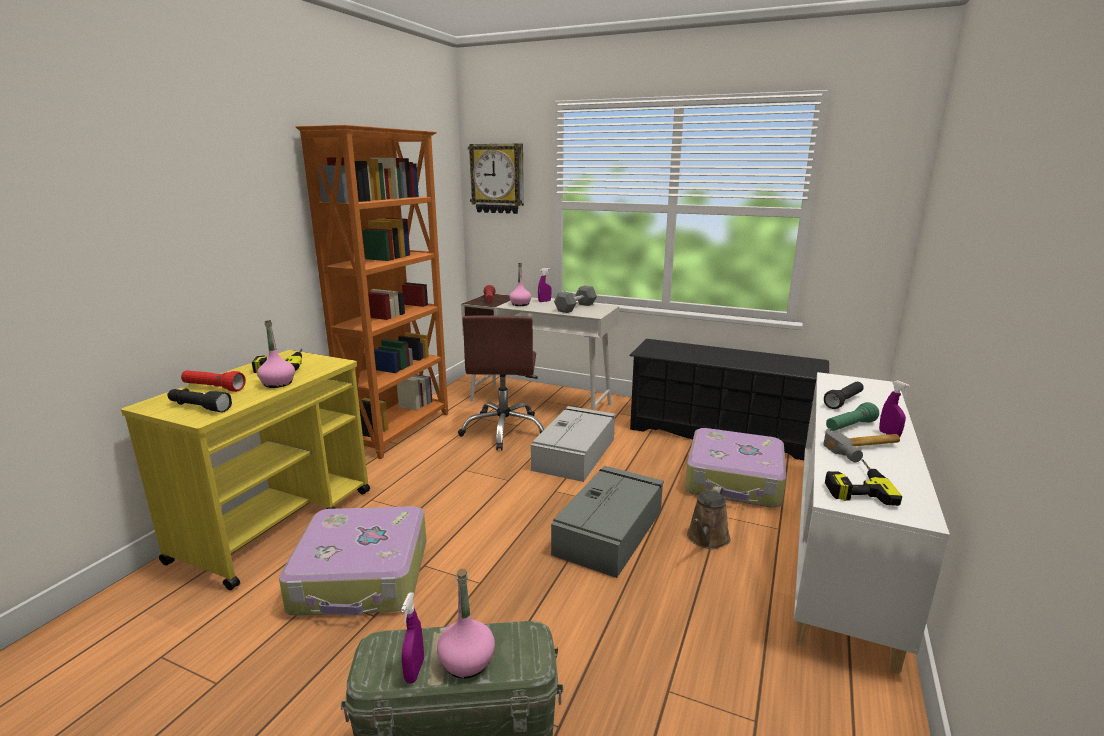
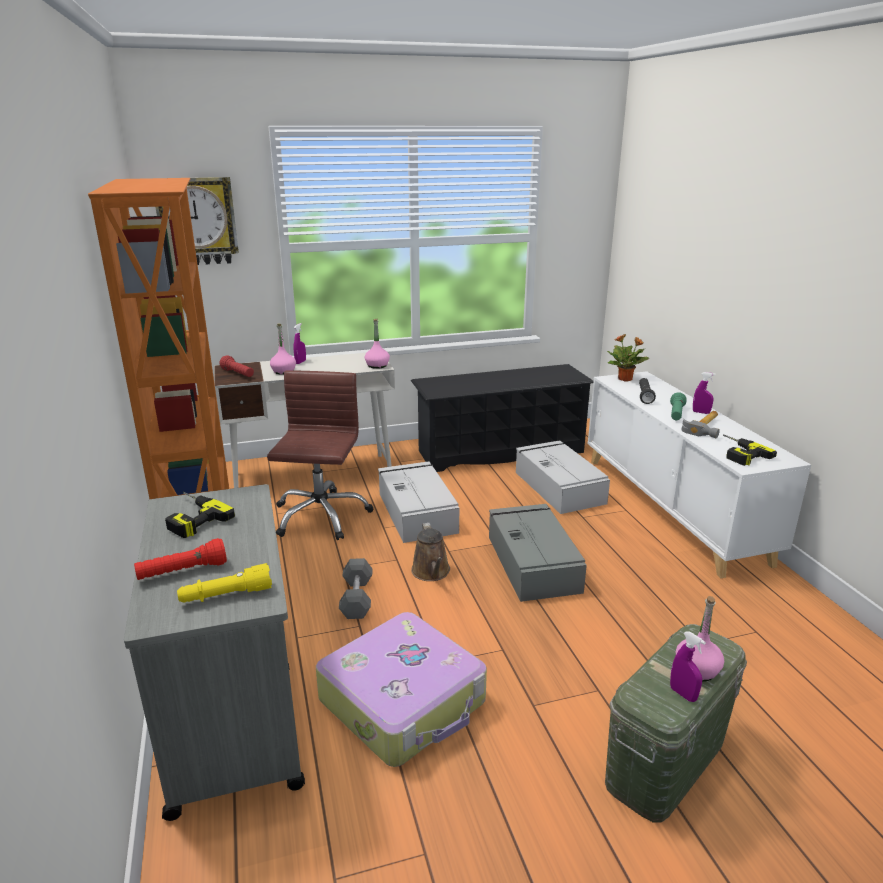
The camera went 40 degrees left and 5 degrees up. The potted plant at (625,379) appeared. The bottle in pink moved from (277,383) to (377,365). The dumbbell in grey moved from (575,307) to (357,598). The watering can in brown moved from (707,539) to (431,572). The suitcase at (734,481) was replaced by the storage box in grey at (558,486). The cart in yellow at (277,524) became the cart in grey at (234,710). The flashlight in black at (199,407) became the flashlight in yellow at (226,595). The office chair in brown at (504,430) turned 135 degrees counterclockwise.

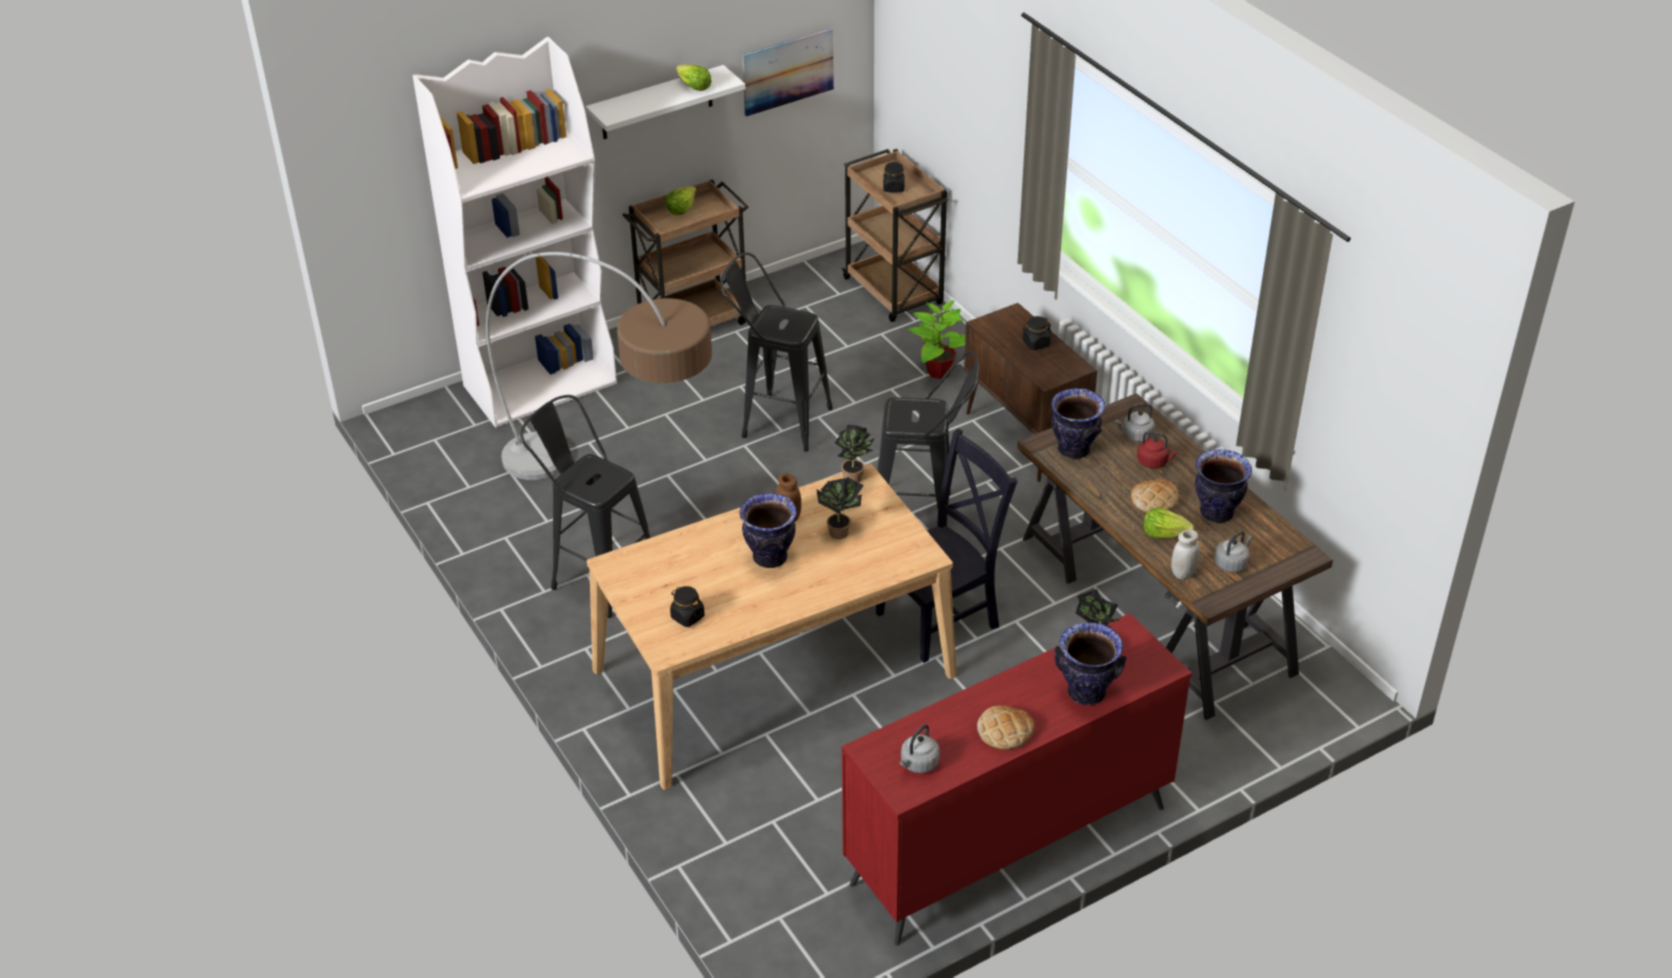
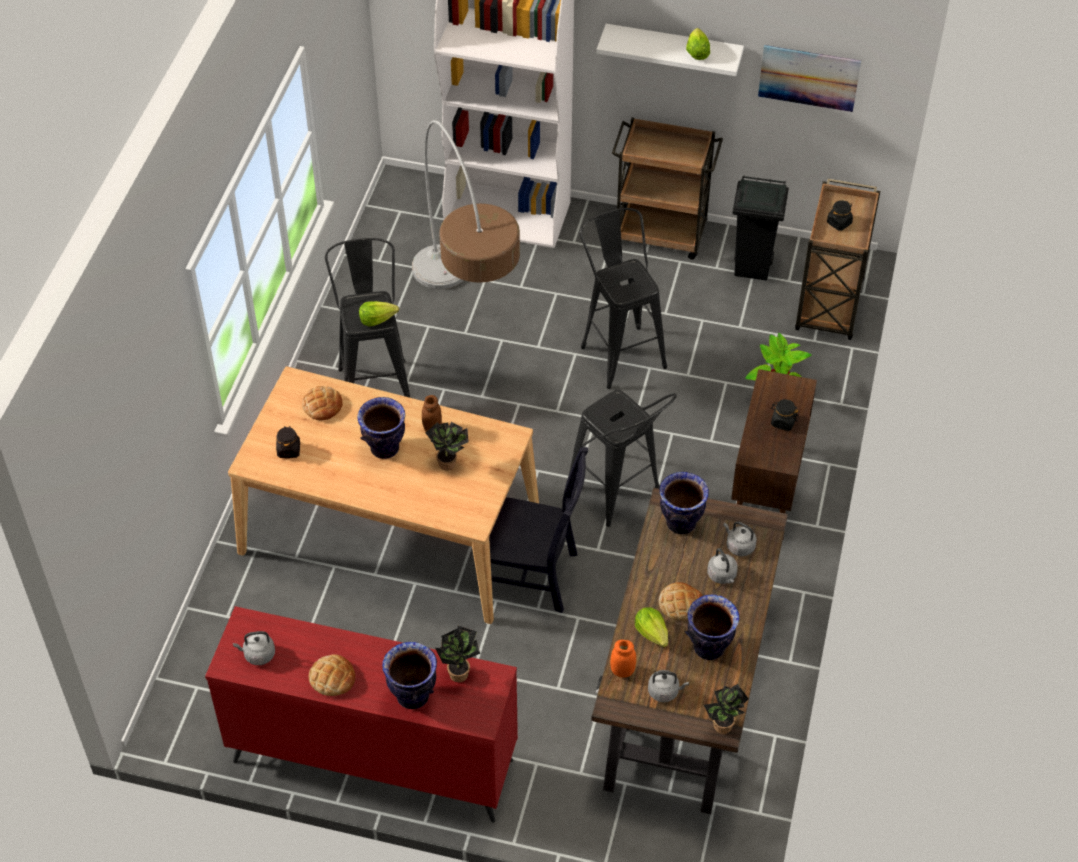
The camera went 45 degrees right and 10 degrees up. The bread at (322,406) appeared. The trash can in black at (753,268) appeared. The lettuce moved from (681,208) to (377,319). The potted plant moved from (855,479) to (723,728). The kettle in red at (1154,462) became the kettle in grey at (722,576). The jar in white at (1183,573) became the jar in orange at (622,671).

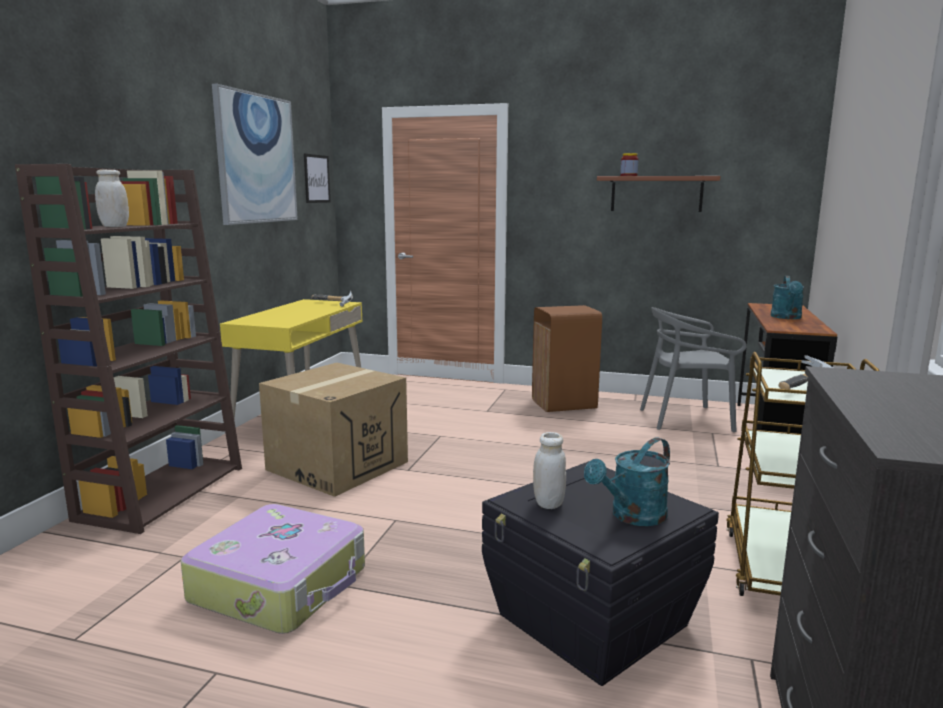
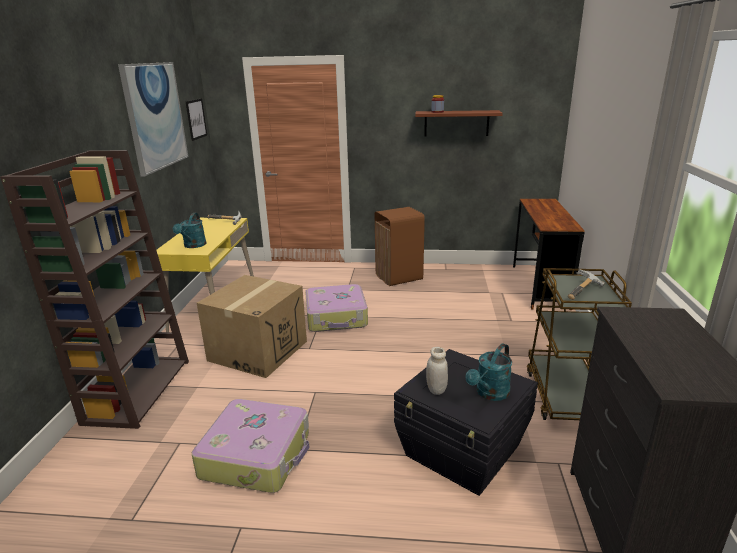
The camera went 10 degrees left and 10 degrees up. The jar in white at (115,226) disappeared. The chair in grey at (686,419) disappeared. The suitcase at (337,317) appeared. The watering can in turquoise moved from (787,317) to (193,246).

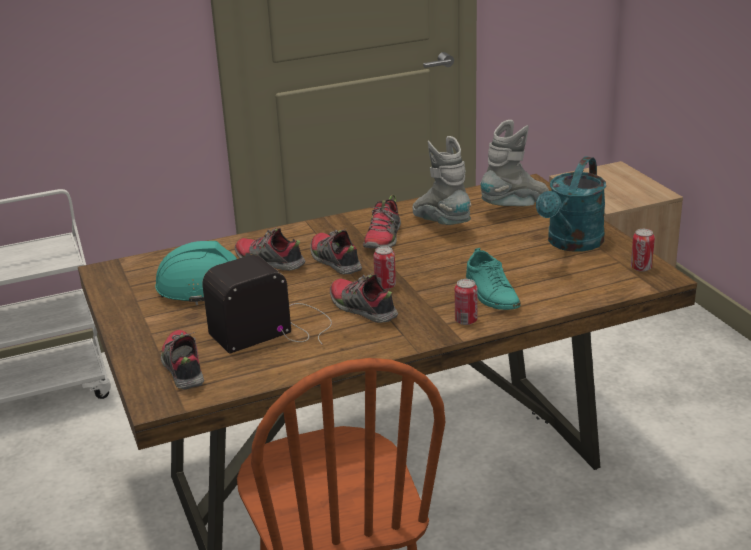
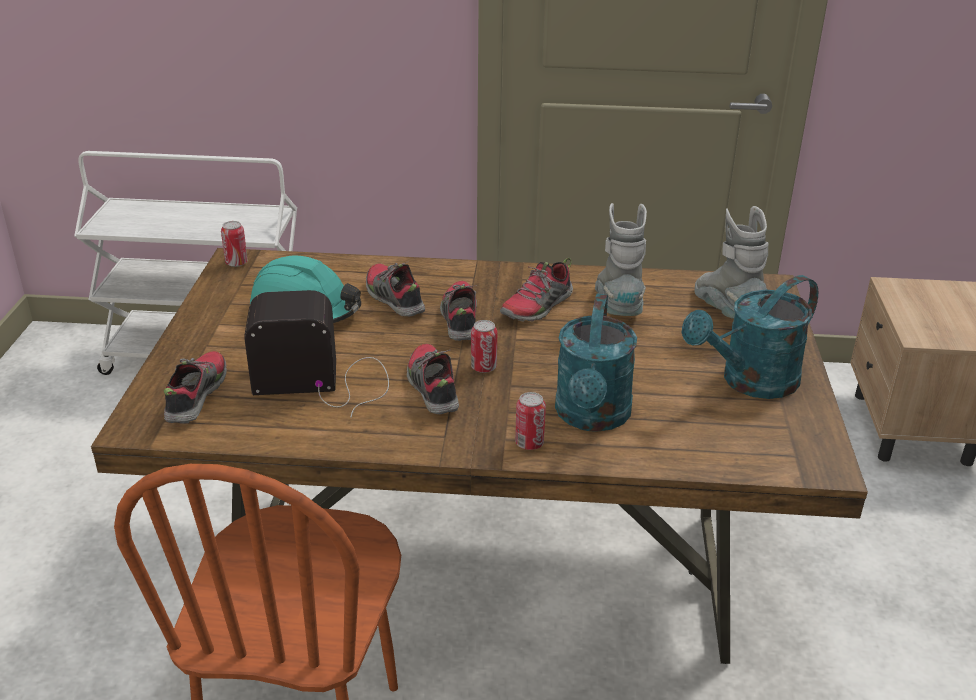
The camera went 25 degrees right and 5 degrees up. The can moved from (641,268) to (236,263). The shoe in turquoise at (491,293) was replaced by the watering can in turquoise at (592,417). The boot in grey at (516,207) turned 90 degrees counterclockwise.

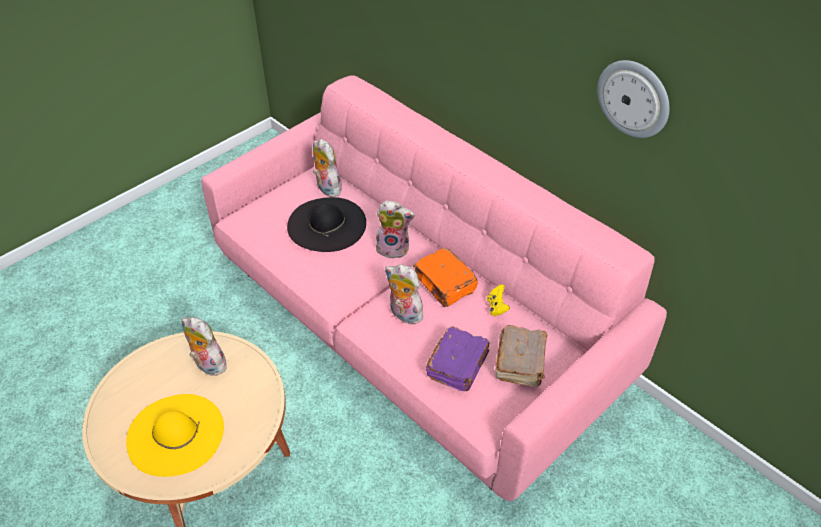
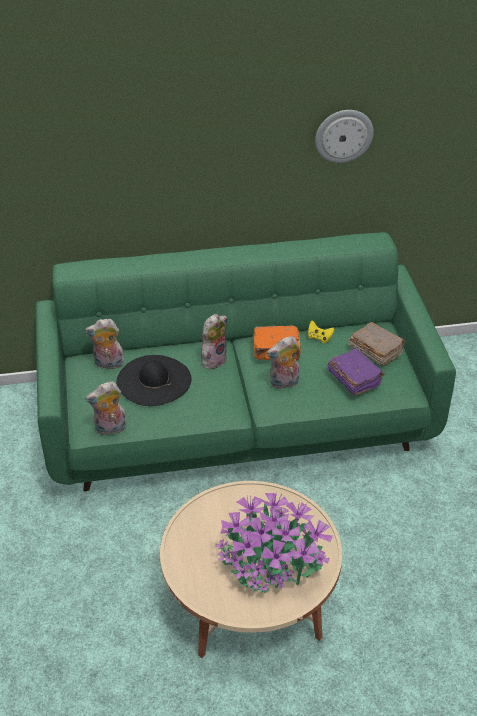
The camera went 55 degrees left and 5 degrees down. The plush toy moved from (207,365) to (110,429). The hat in yellow at (175,434) was replaced by the potted plant at (271,565). The sofa in pink at (411,328) became the sofa in green at (238,420).

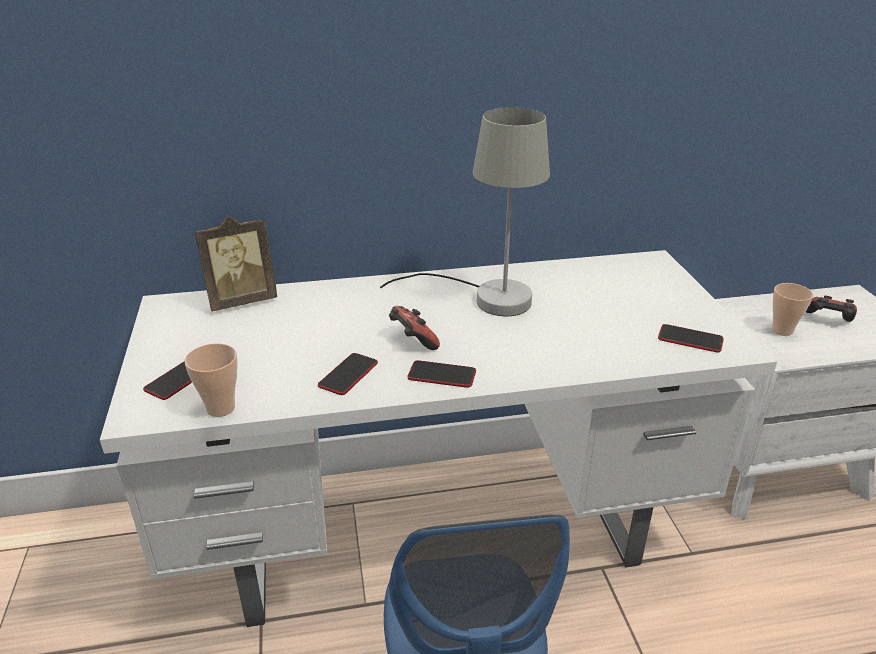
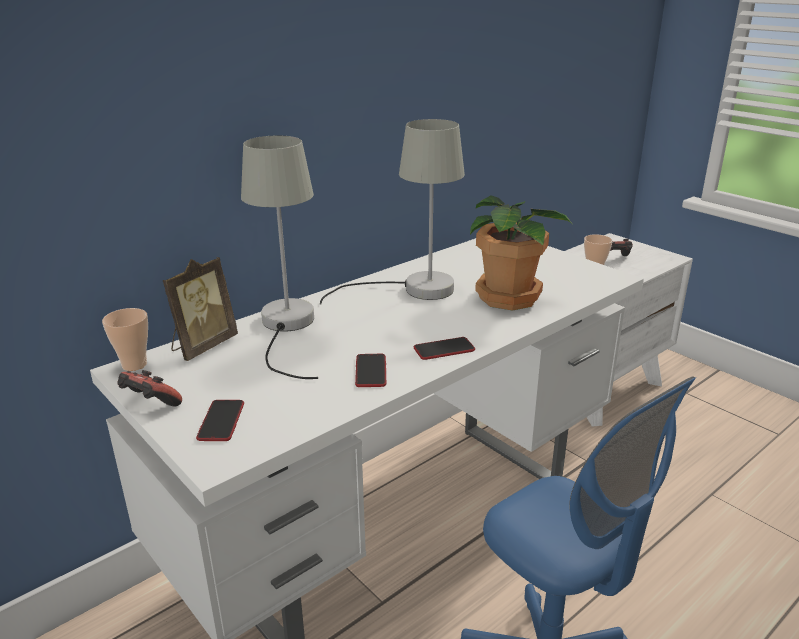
The camera went 30 degrees left and 5 degrees down. The phone at (690,339) disappeared. The table lamp in grey at (287,327) appeared. The potted plant at (509,296) appeared. The cup moved from (220,408) to (134,365). The game controller moved from (412,341) to (150,404).

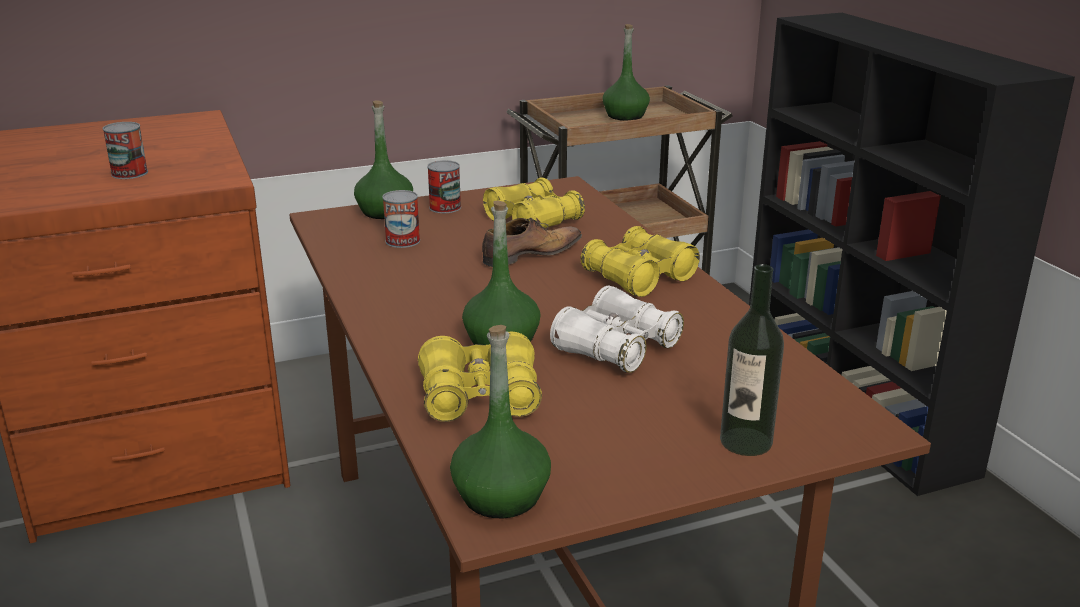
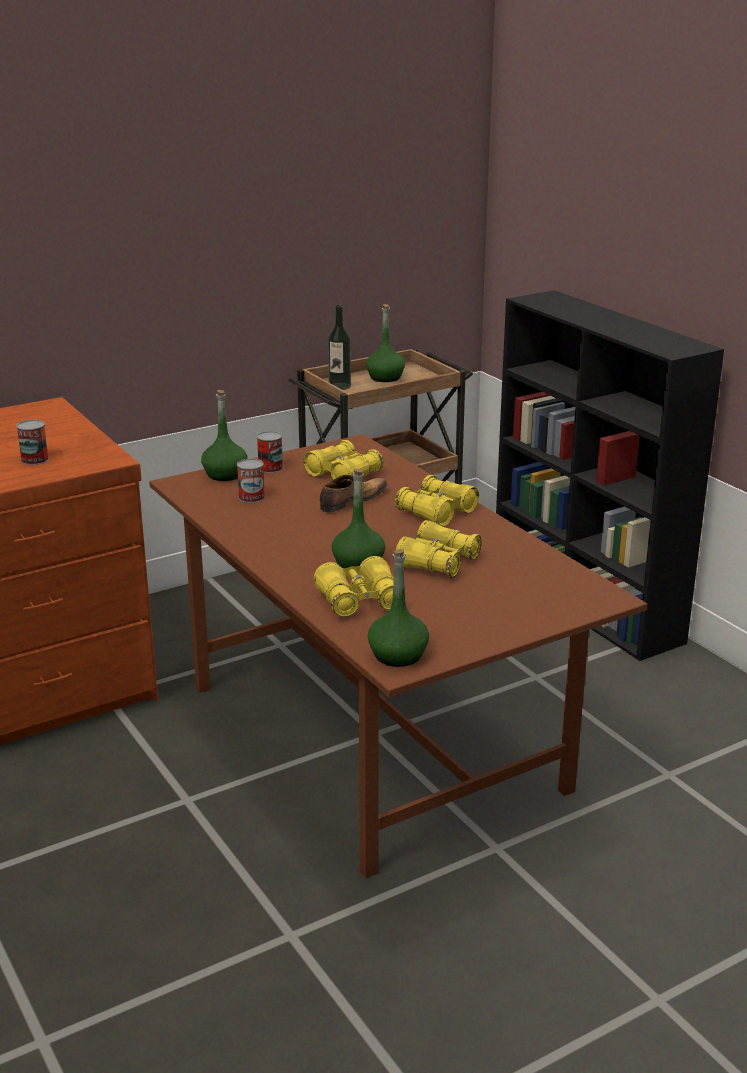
The camera went 10 degrees left and 0 degrees up. The bottle moved from (746,441) to (339,386). The binoculars in white at (616,348) became the binoculars in yellow at (437,562).

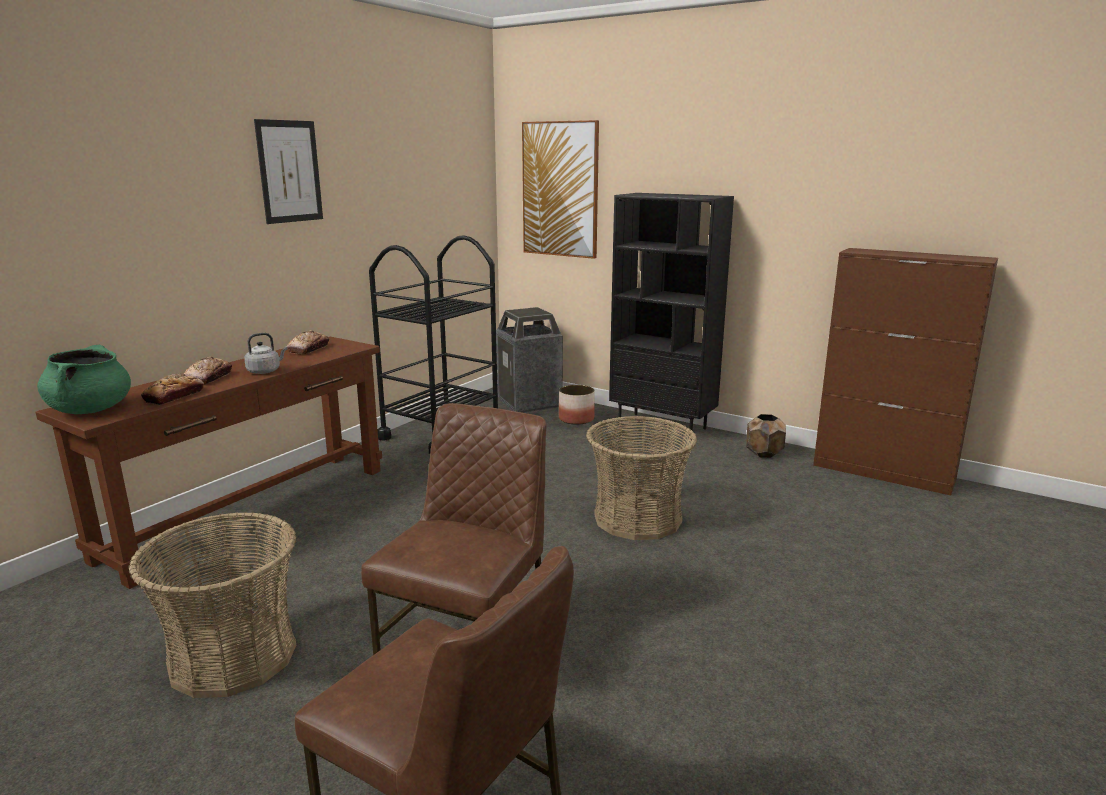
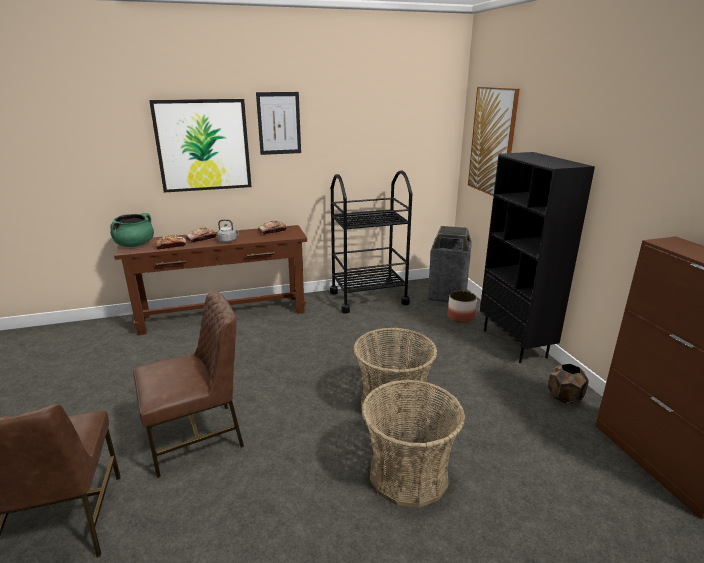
The camera went 40 degrees right and 5 degrees up. The picture at (203,145) appeared. The basket moved from (233,656) to (409,475).

